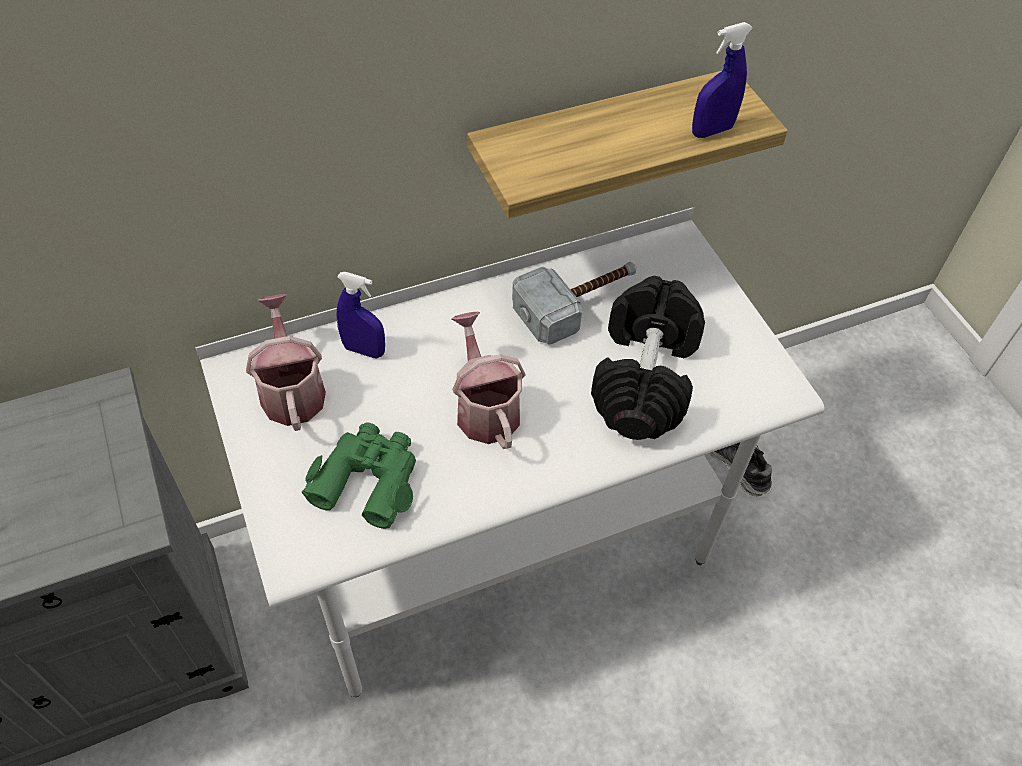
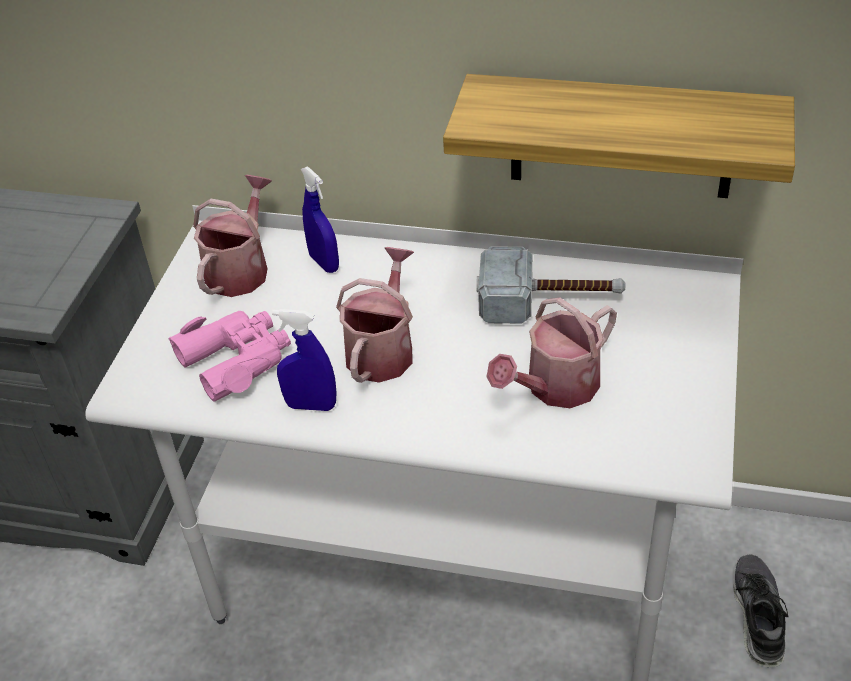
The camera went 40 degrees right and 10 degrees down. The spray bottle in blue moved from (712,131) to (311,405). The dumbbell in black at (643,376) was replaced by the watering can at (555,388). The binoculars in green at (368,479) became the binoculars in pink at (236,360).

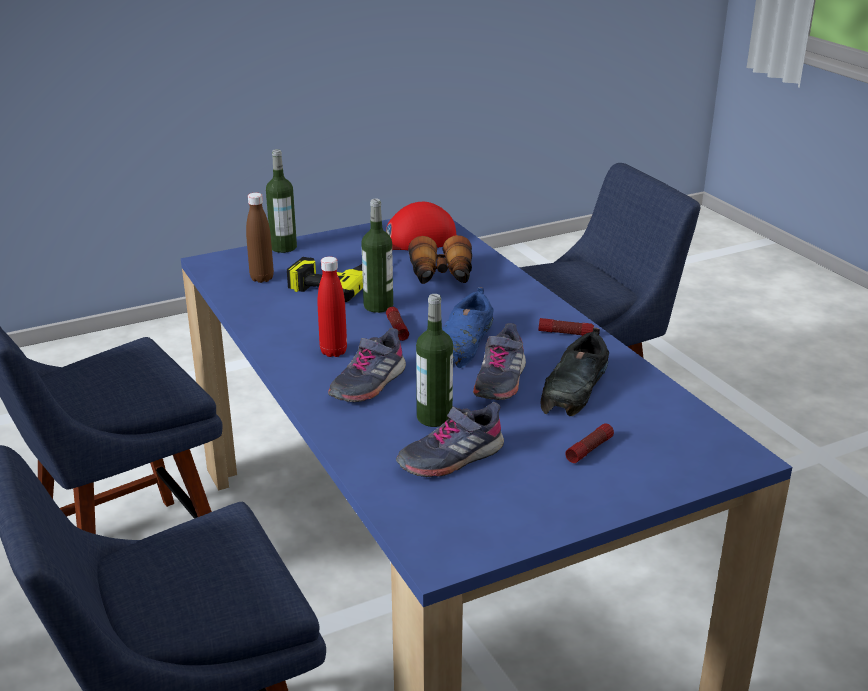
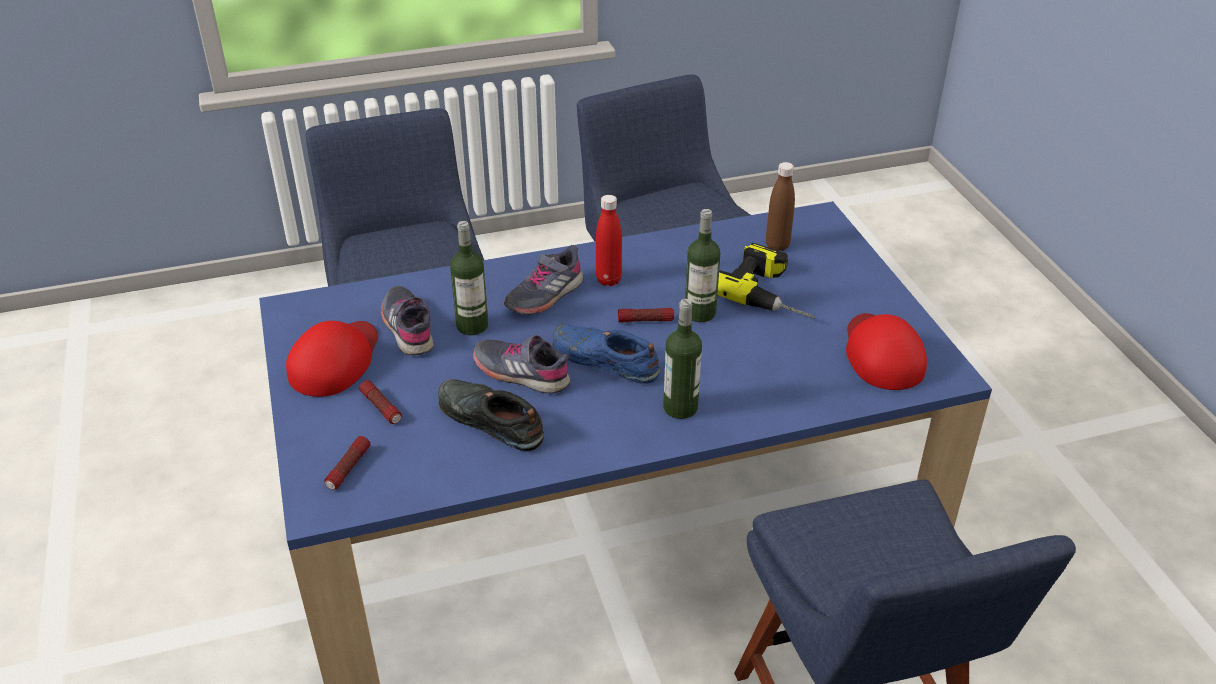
The camera went 100 degrees right and 10 degrees up. The binoculars at (441,276) disappeared. The cap in red at (335,361) appeared. The bottle moved from (283,247) to (680,407). The flashlight moved from (565,333) to (348,468). The shoe in grey at (368,383) turned 90 degrees counterclockwise.

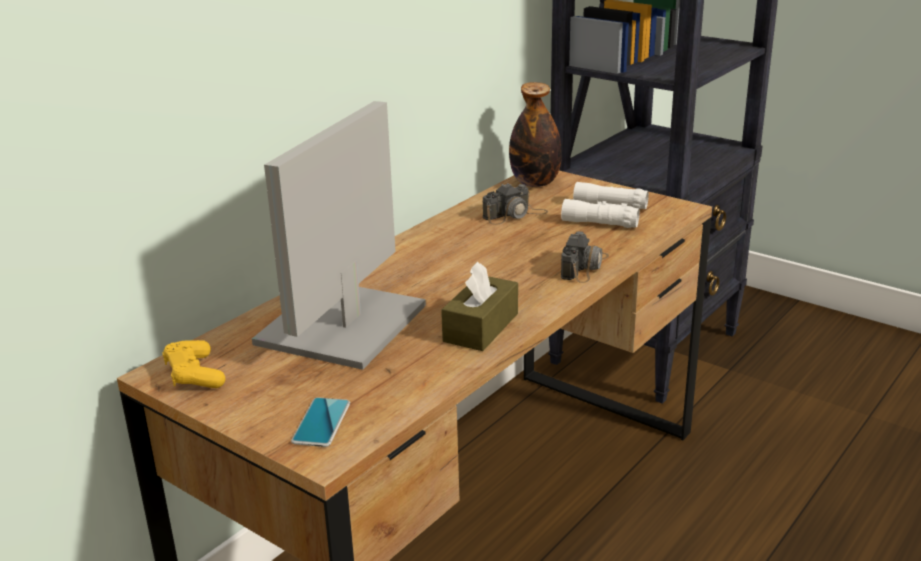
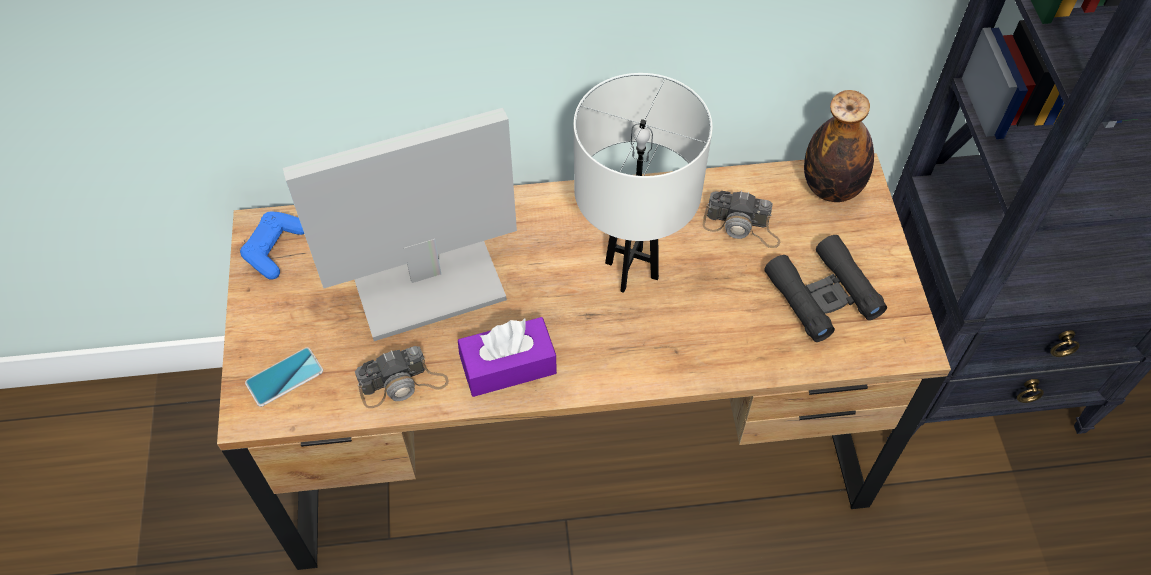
The camera went 45 degrees right and 30 degrees up. The table lamp in white at (631,270) appeared. The photo camera moved from (585,266) to (403,384). The game controller in yellow at (194,375) became the game controller in blue at (275,249). The tissue box in brown at (481,327) became the tissue box in purple at (508,366). The binoculars in white at (605,215) became the binoculars in black at (823,295).

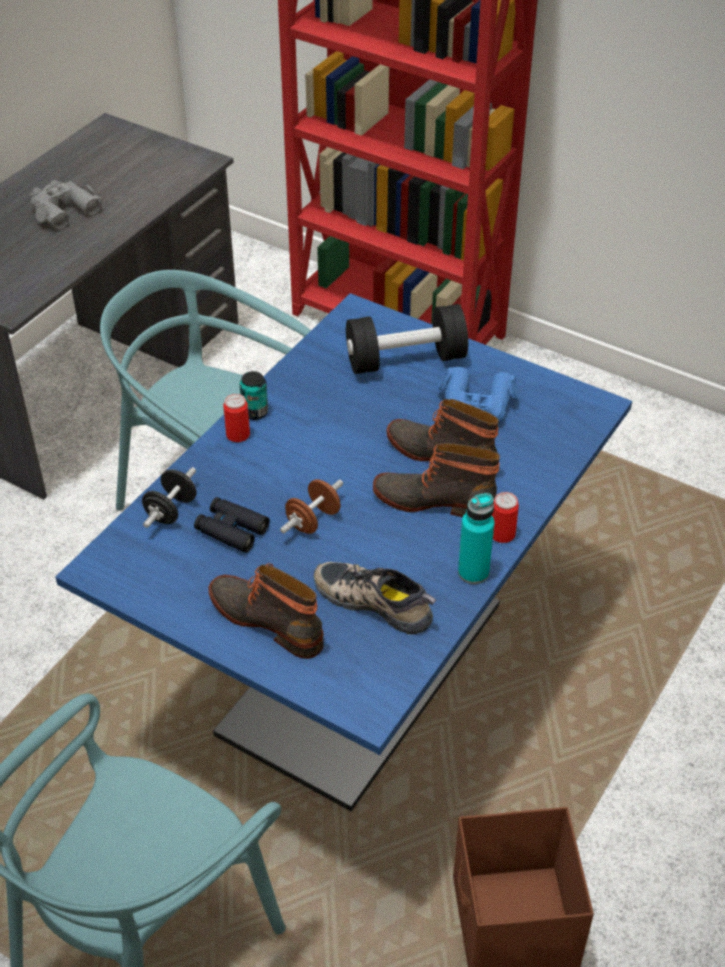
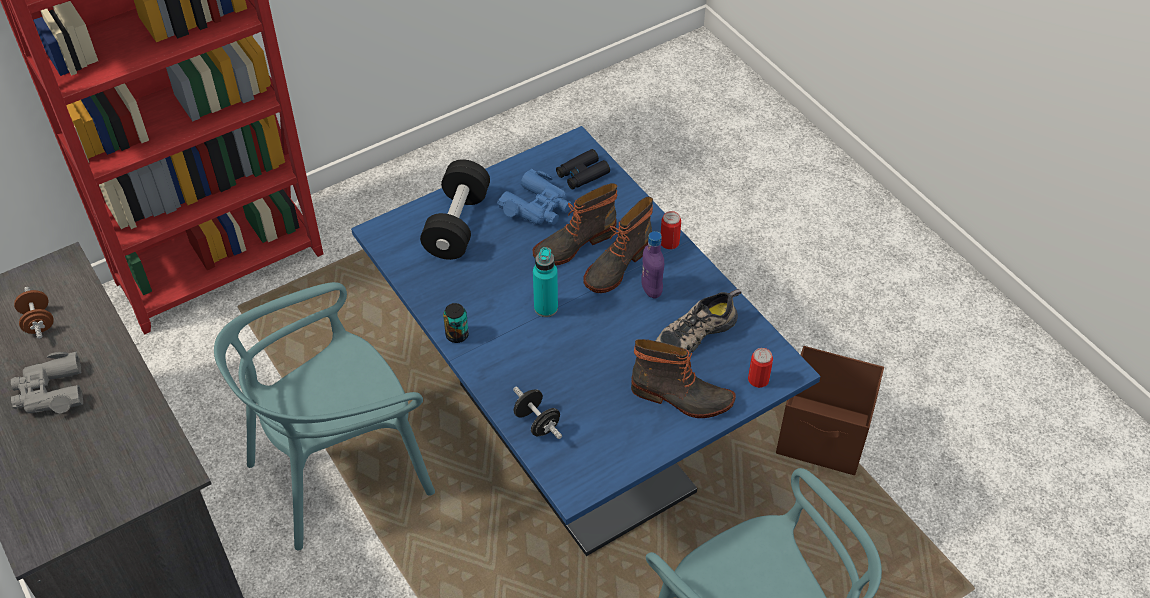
The camera went 65 degrees left and 5 degrees up. The bottle in purple at (651,289) appeared. The binoculars in black moved from (231,530) to (582,174). The can moved from (238,435) to (758,379). The dumbbell in brown moved from (313,520) to (38,322). The bottle in turquoise moved from (473,572) to (546,308). The boot at (268,619) turned 135 degrees counterclockwise.

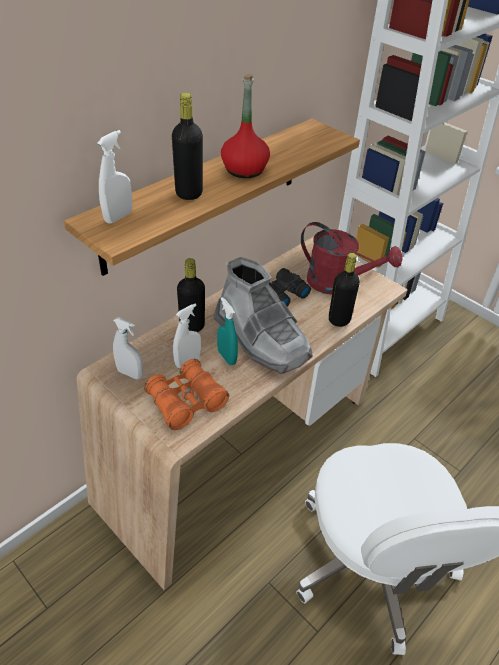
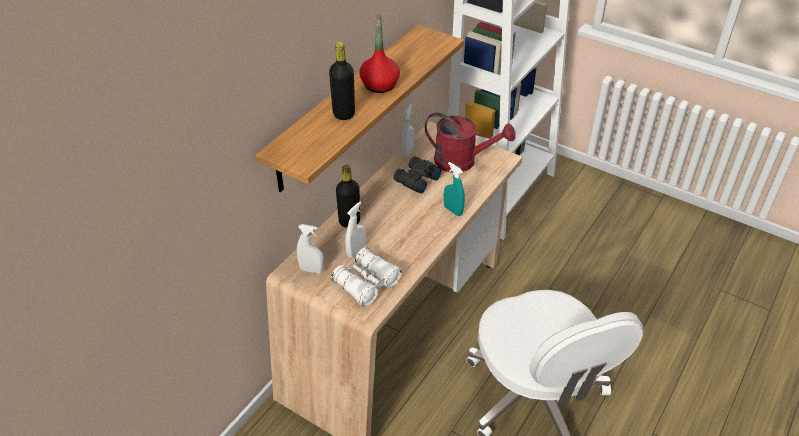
The camera went 10 degrees left and 0 degrees up. The boot in grey at (261,340) disappeared. The bottle in black at (339,320) disappeared. The spray bottle in white moved from (118,217) to (407,152). The spray bottle in turquoise moved from (227,357) to (453,210). The binoculars in orange at (186,402) became the binoculars in white at (366,283).

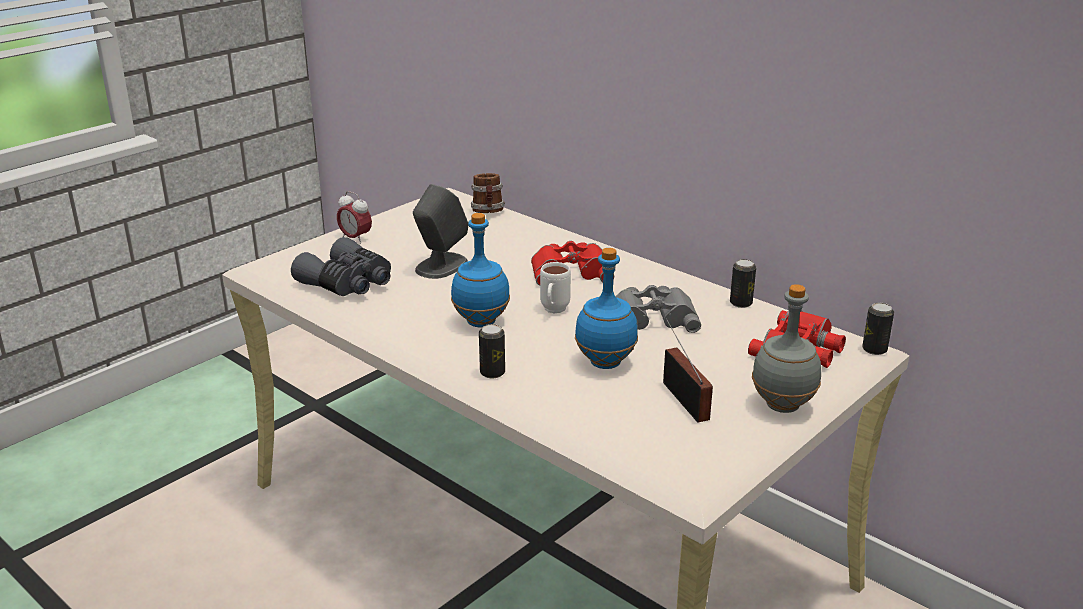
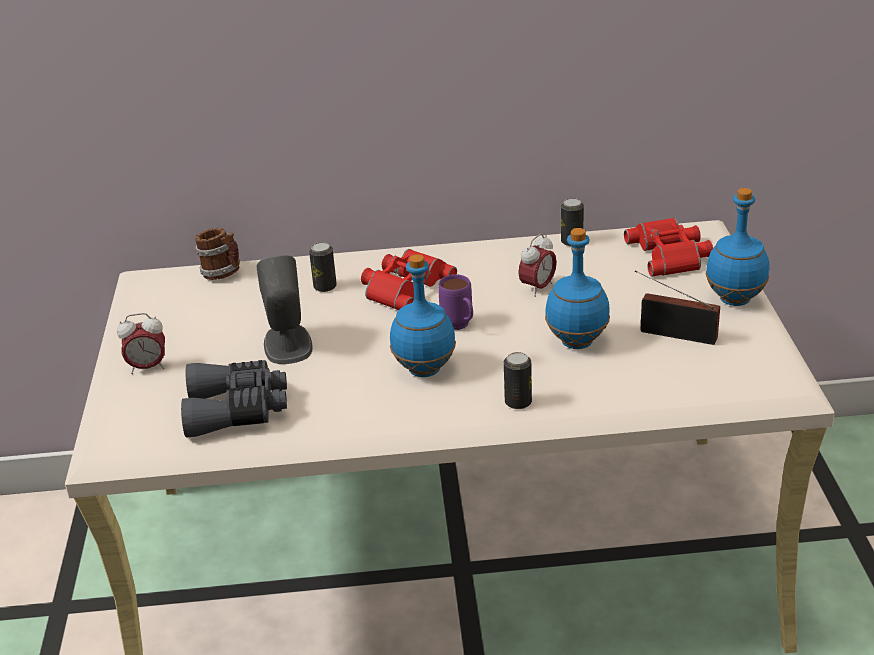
The camera went 45 degrees left and 5 degrees up. The can moved from (874,349) to (325,287). The binoculars in grey at (652,317) was replaced by the alarm clock at (537,288). The mug in white at (553,311) became the mug in purple at (460,327). The bottle in grey at (783,406) became the bottle in blue at (735,300).

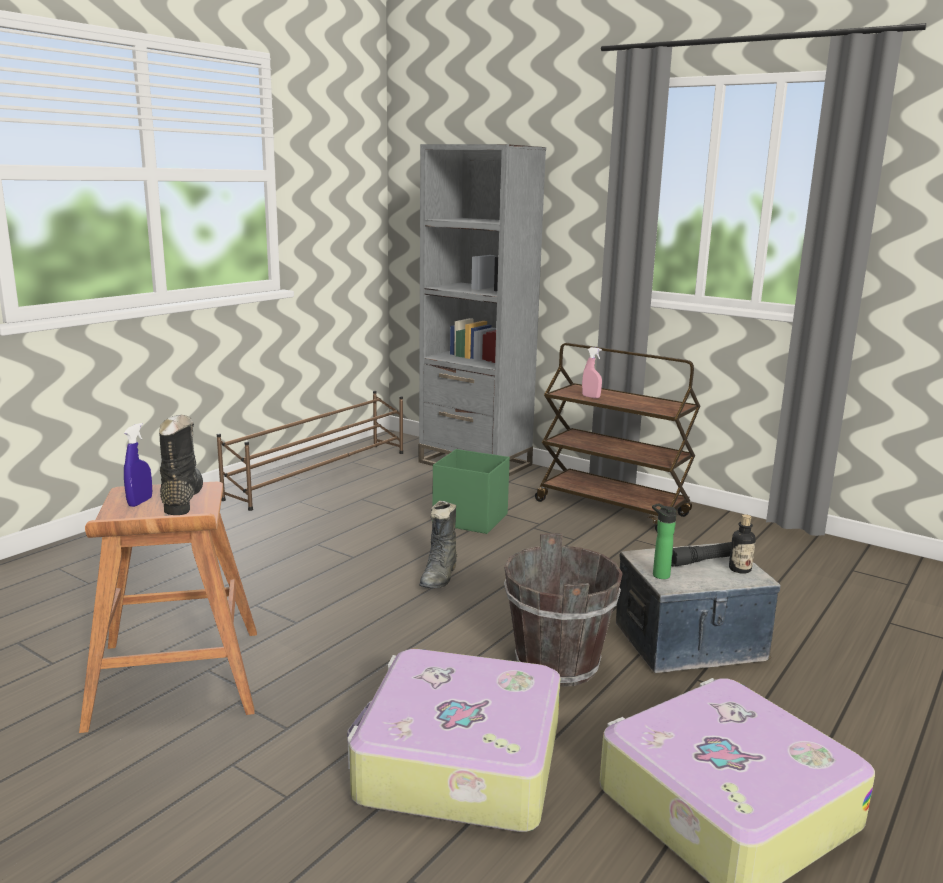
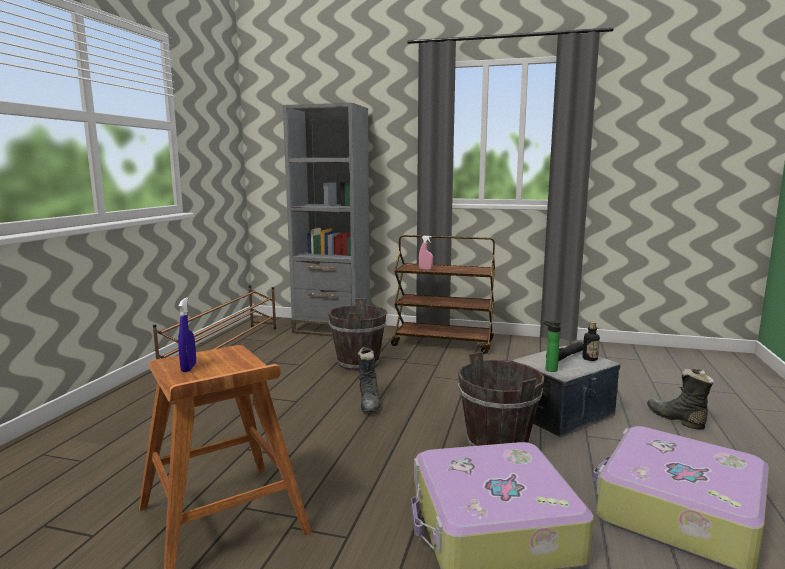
The camera went 20 degrees left and 5 degrees down. The boot in black moved from (182,499) to (675,419). The storage box in green at (469,519) was replaced by the bucket in brown at (358,363).

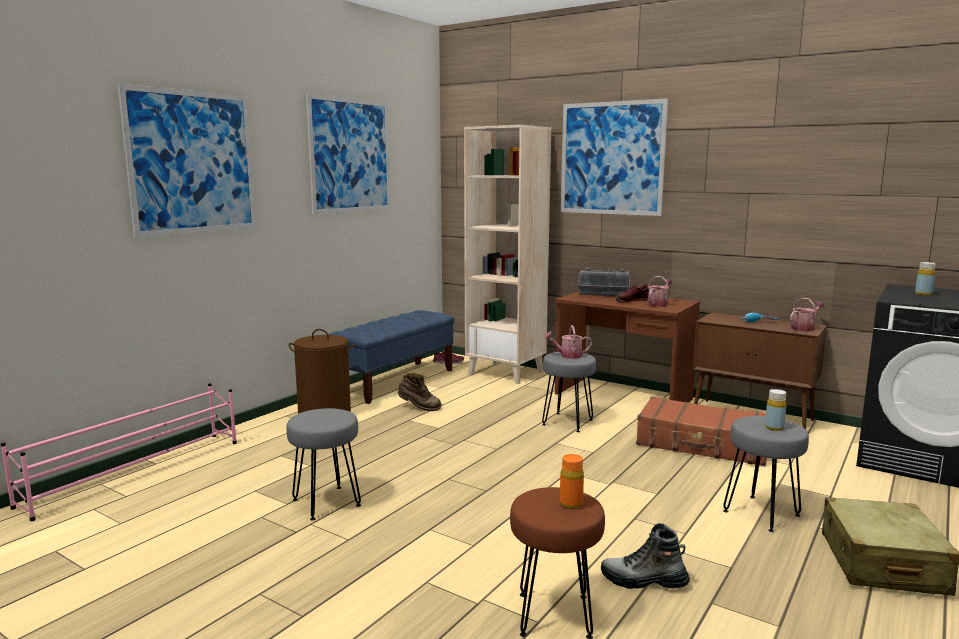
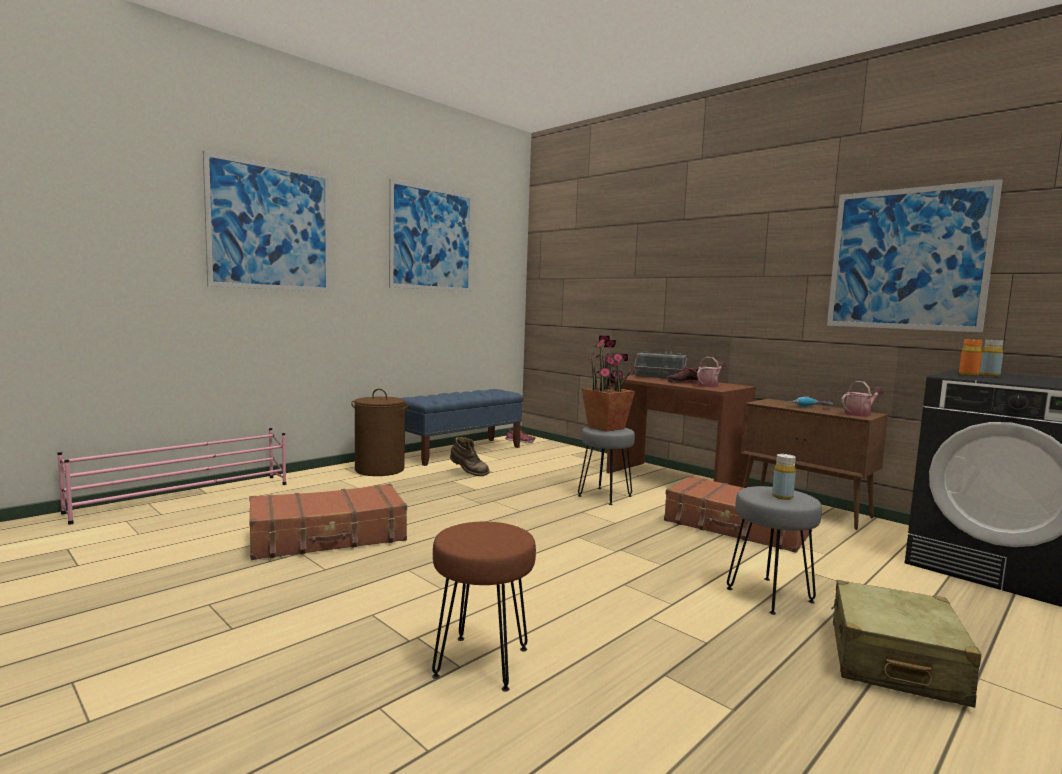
The camera went 10 degrees right and 5 degrees down. The bookcase in beige at (506,372) disappeared. The boot at (643,581) disappeared. The bottle in orange moved from (571,504) to (968,375). The picture moved from (611,158) to (907,259). The stool in grey at (326,502) was replaced by the suitcase in brown at (328,537). The watering can at (568,356) was replaced by the potted plant at (606,428).

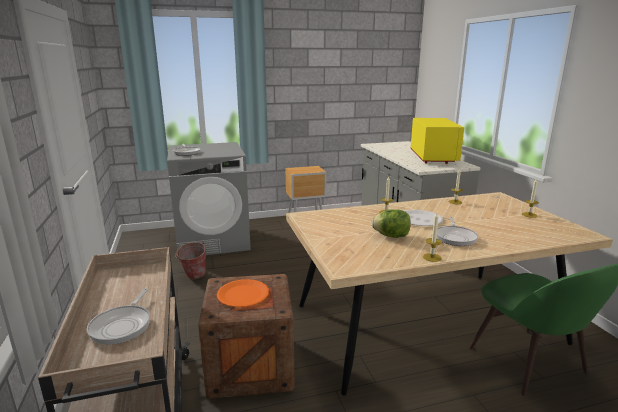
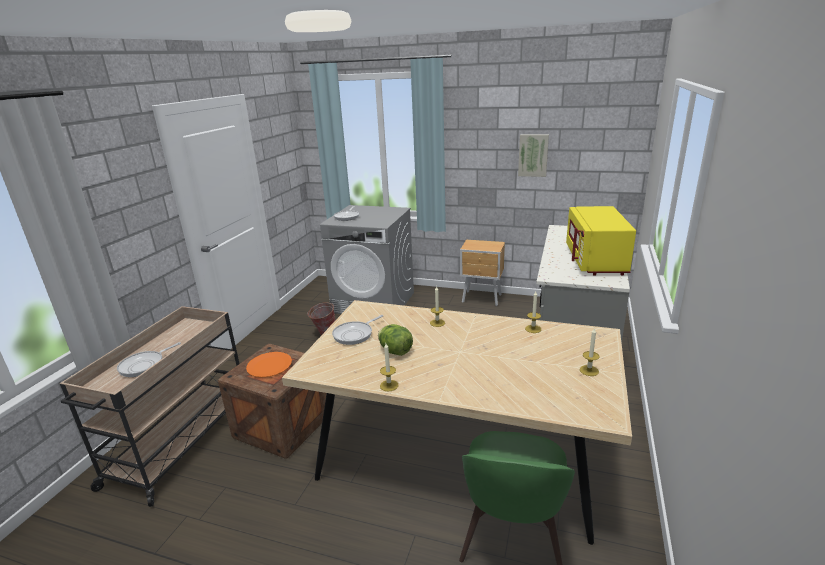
The camera went 35 degrees right and 5 degrees up. The plate in white at (419,219) disappeared. The picture at (533,155) appeared. The frying pan moved from (455,237) to (355,334). The microwave in yellow at (432,157) turned 150 degrees clockwise.

